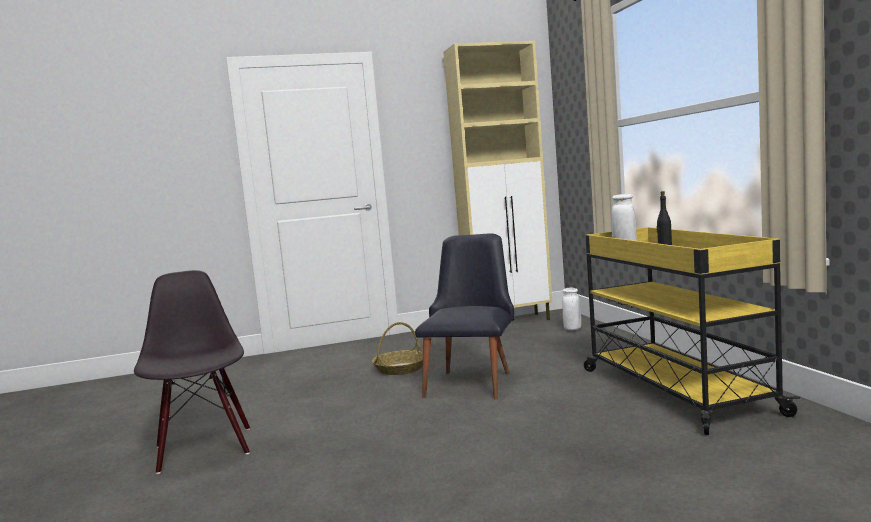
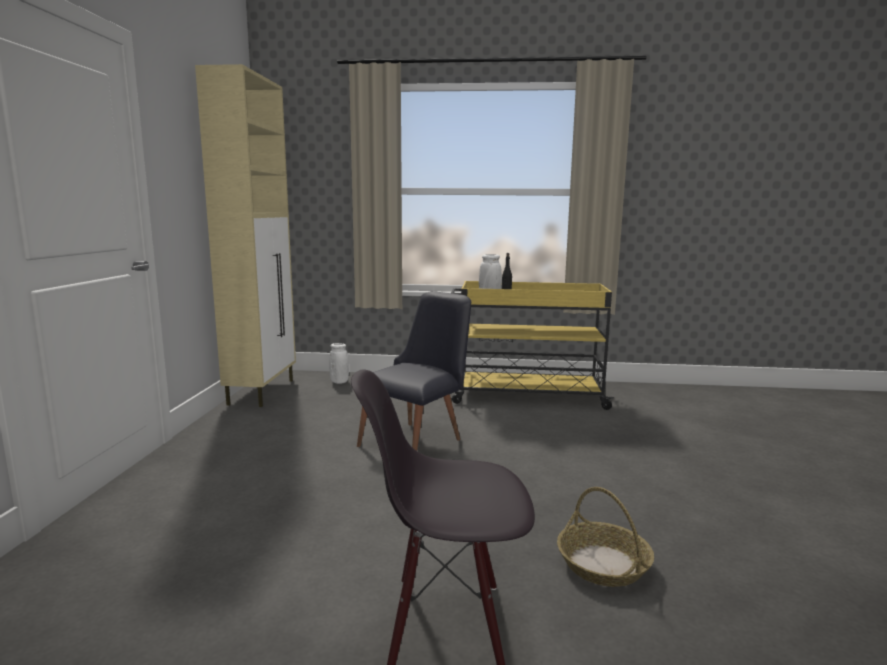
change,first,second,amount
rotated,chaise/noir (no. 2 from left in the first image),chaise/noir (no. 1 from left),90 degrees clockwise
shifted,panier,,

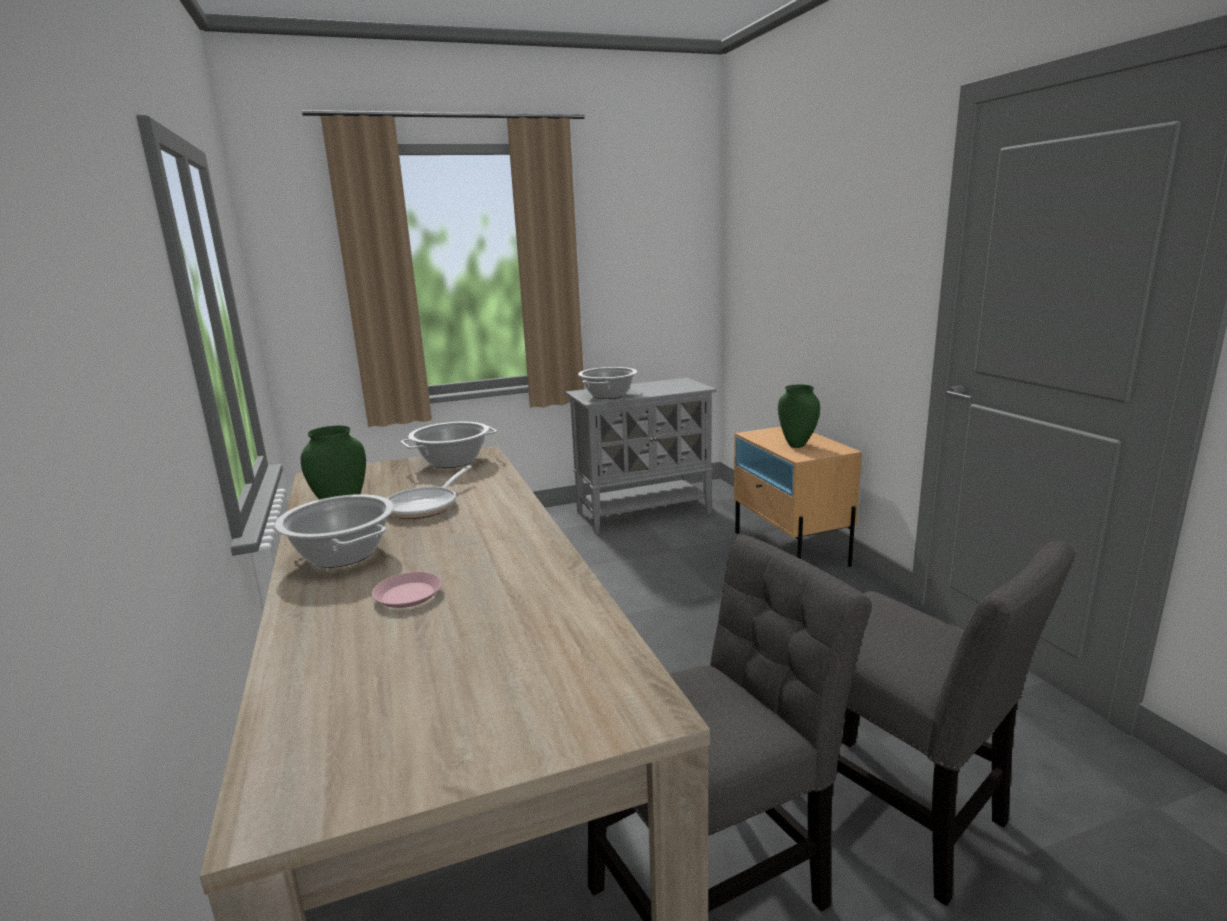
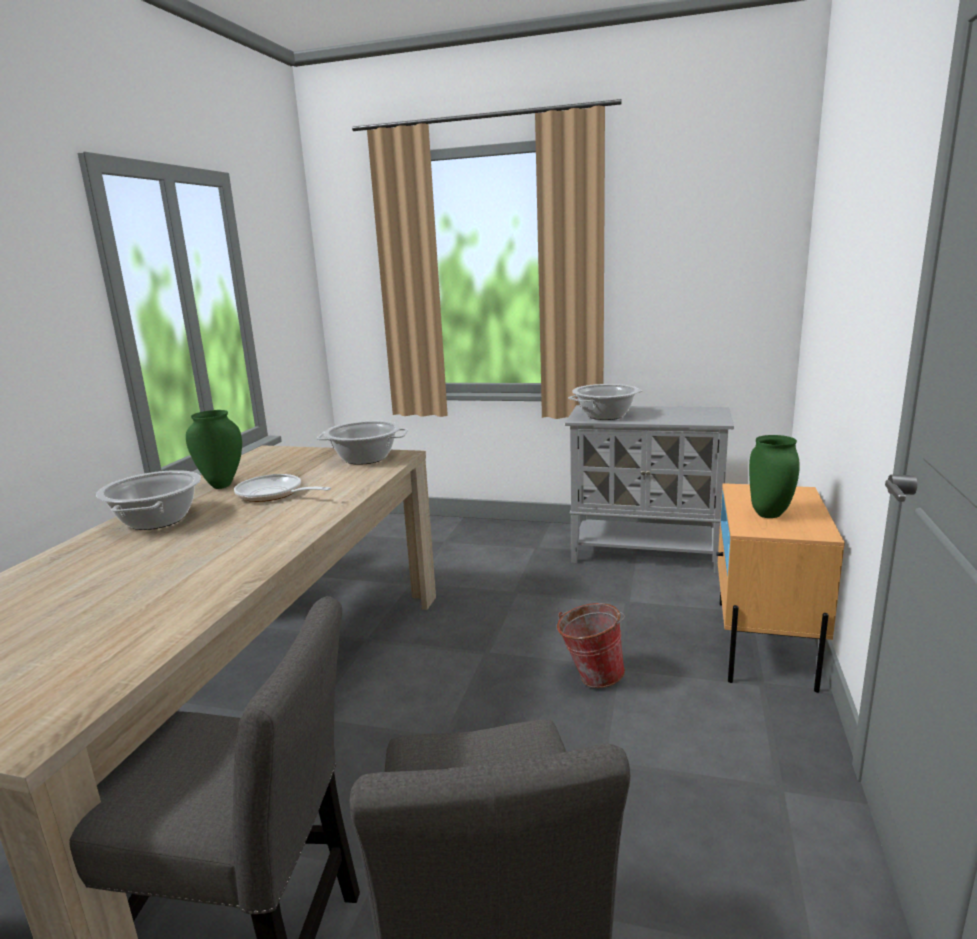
change,first,second,amount
rotated,poêle,,60 degrees clockwise
gone,assiette/rose,,
new,,seau,

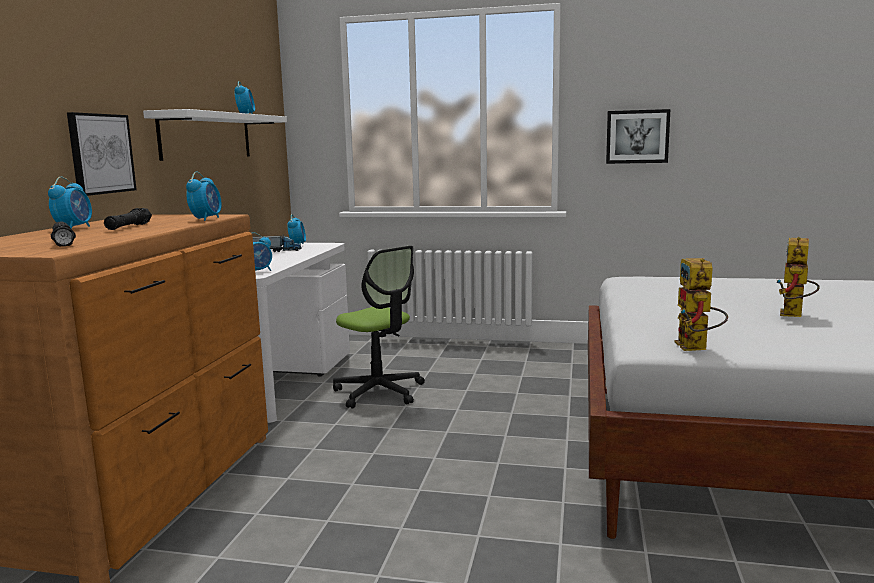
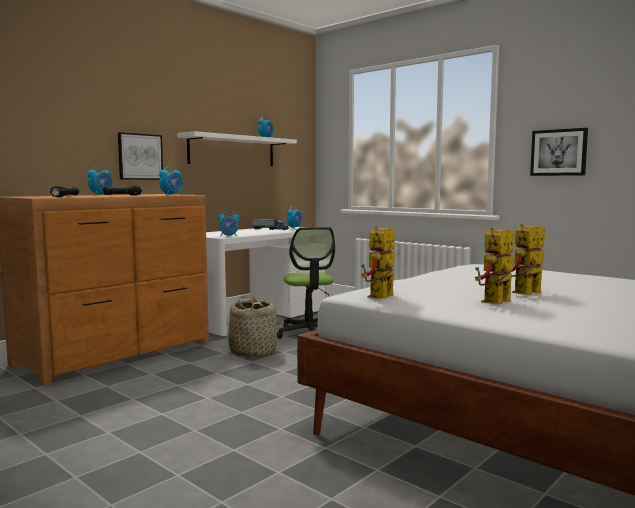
change,first,second,amount
new,,robot jouet (no. 2 from left),
new,,panier,

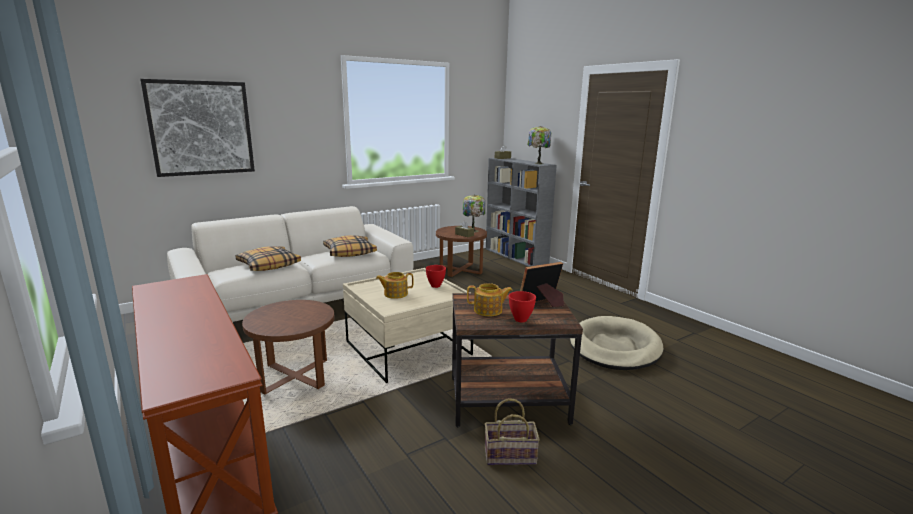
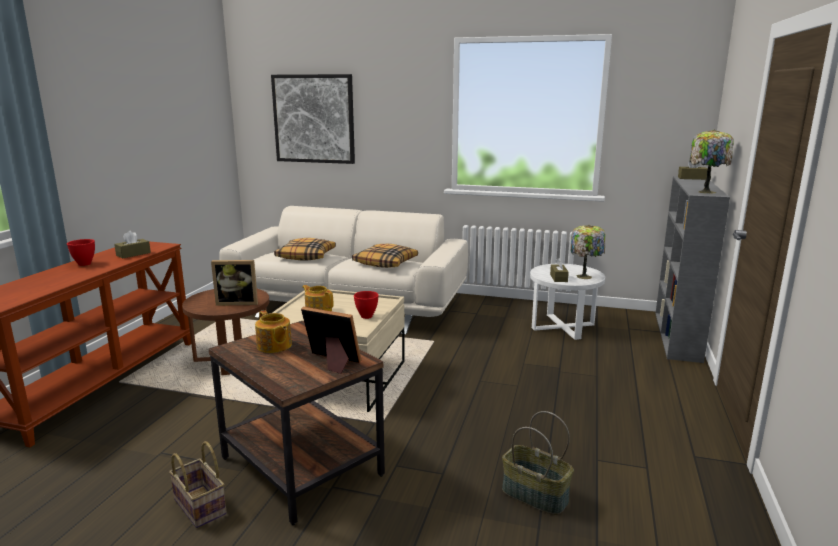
change,first,second,amount
repainted,table d'appoint/marron (no. 2 from left),table d'appoint/blanc,
shifted,bol/rouge (no. 2 from left in the first image),bol/rouge (no. 1 from left),
swapped,panier pour chien/beige,panier (no. 2 from left),
new,,boîte à mouchoirs/marron (no. 1 from left),
new,,cadre photo (no. 1 from left),

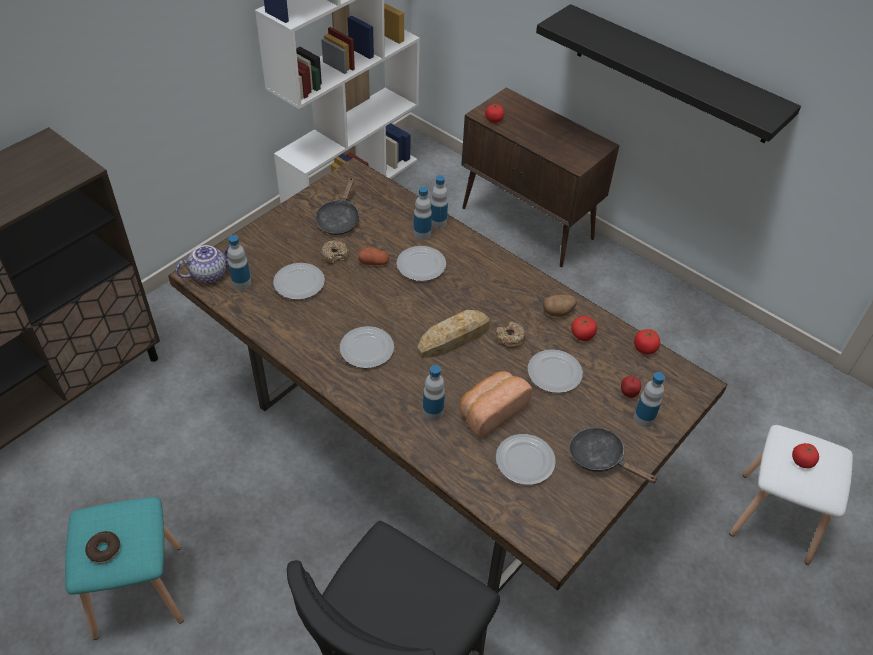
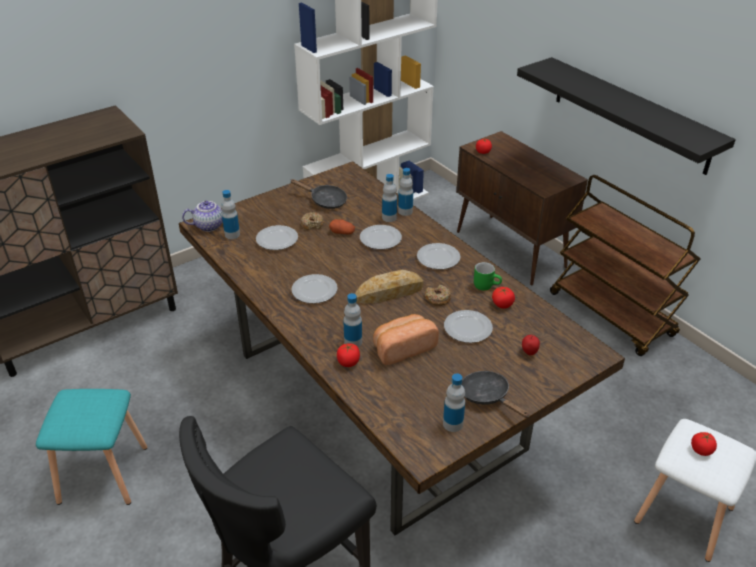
change,first,second,amount
rotated,poêle/noir (no. 1 from left),,90 degrees counterclockwise
swapped,pomme de terre (no. 2 from left),mug/vert,
shifted,tomate (no. 3 from left in the first image),tomate (no. 1 from left),
shifted,bouteille (no. 5 from left),,
shifted,assiette (no. 4 from left),,
gone,beignet (no. 1 from left),,
new,,chariot/marron,

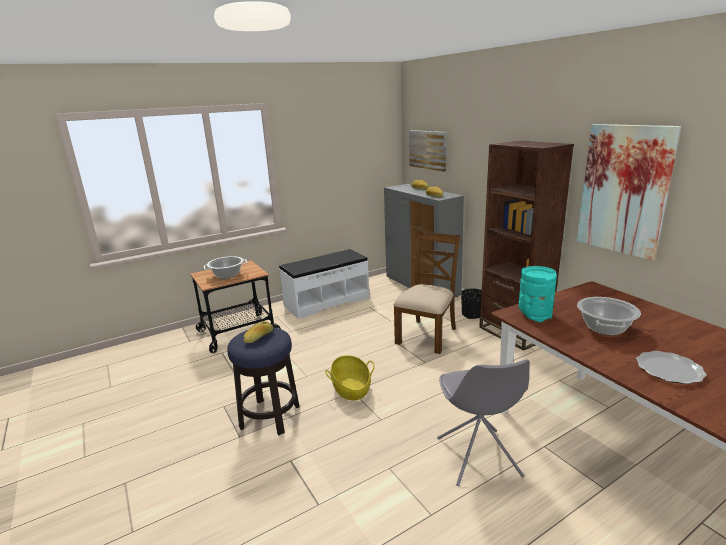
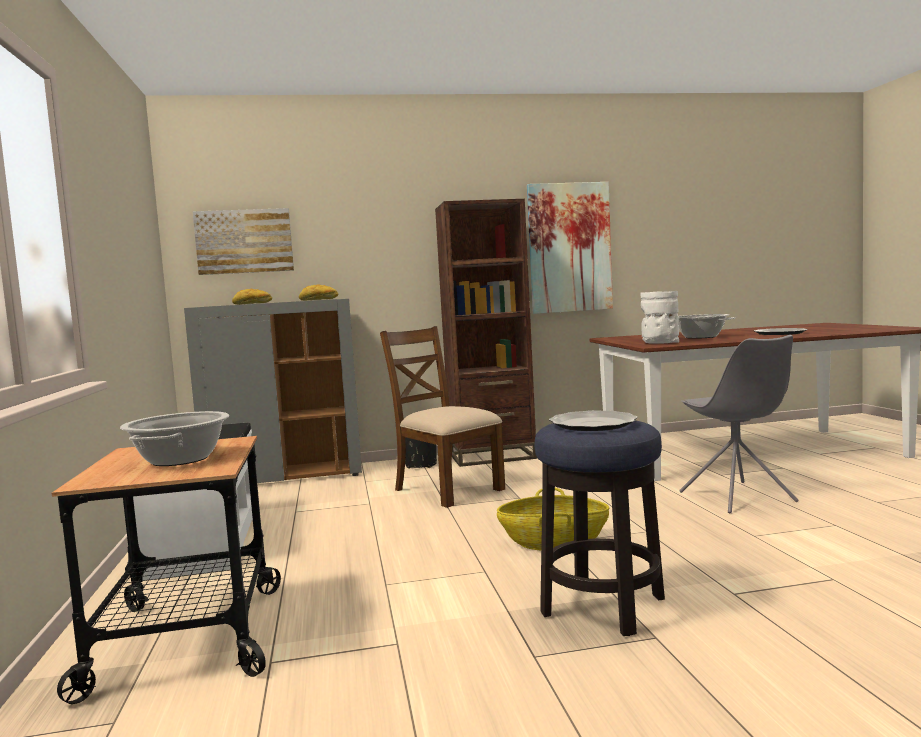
change,first,second,amount
repainted,vase/turquoise,vase/blanc,
swapped,pain (no. 1 from left),assiette (no. 1 from left),
rotated,chaise/gris,,60 degrees clockwise

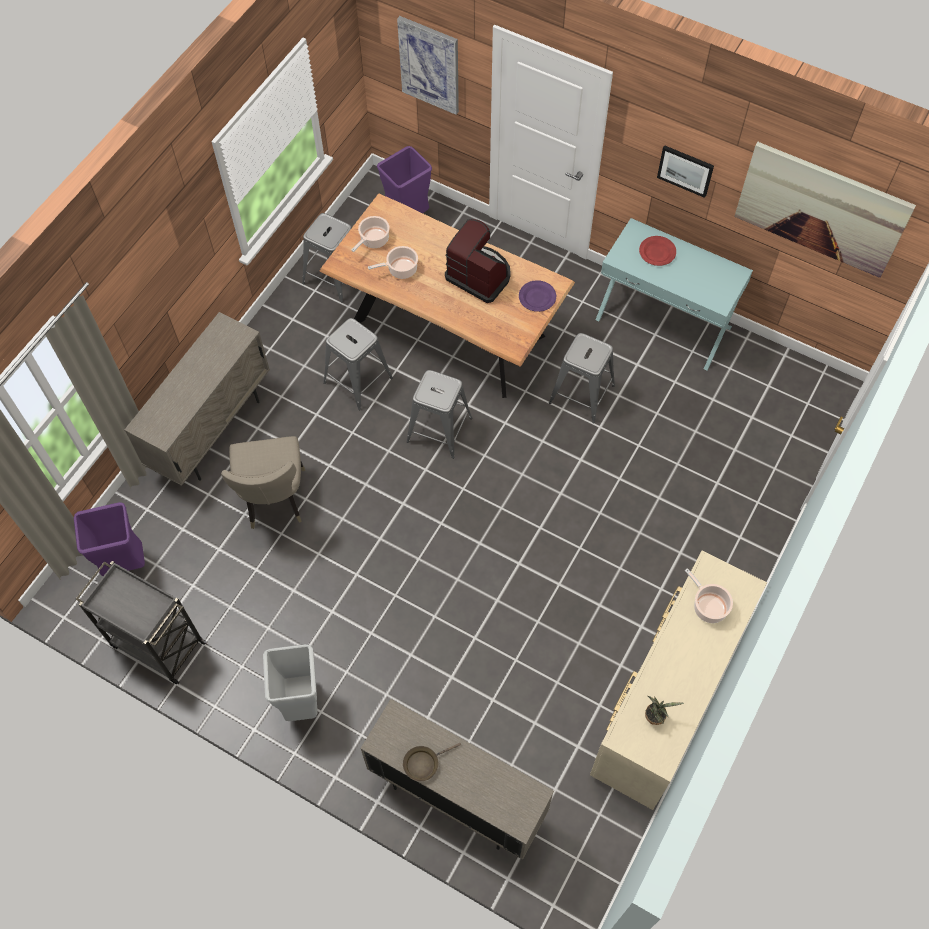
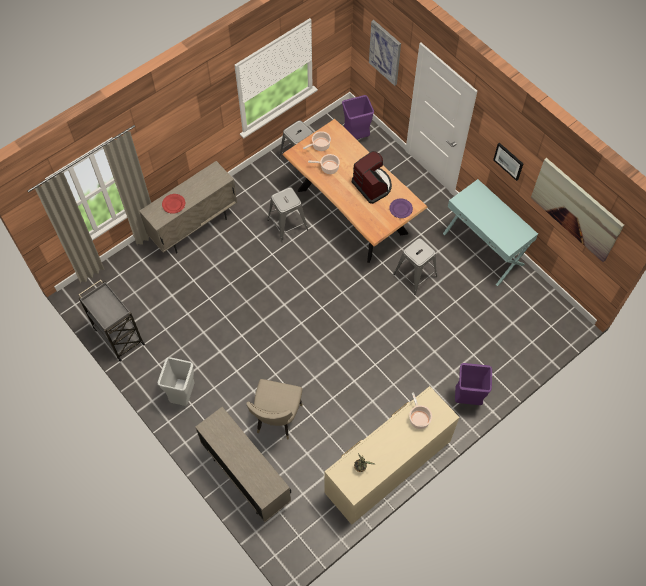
change,first,second,amount
shifted,assiette/rouge,,
gone,tabouret/gris (no. 3 from left),,
shifted,chaise/beige,,
shifted,poubelle/violet (no. 1 from left in the first image),poubelle/violet (no. 2 from left),
gone,poêle/marron,,

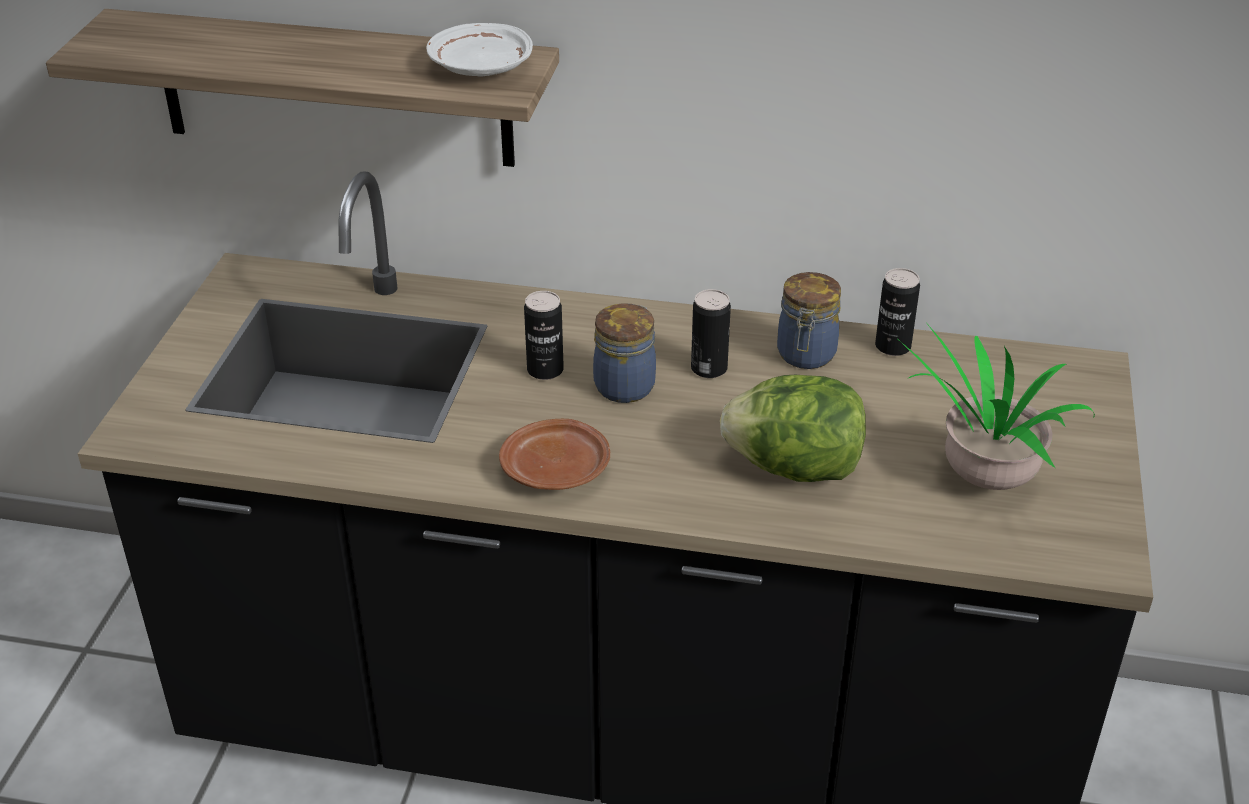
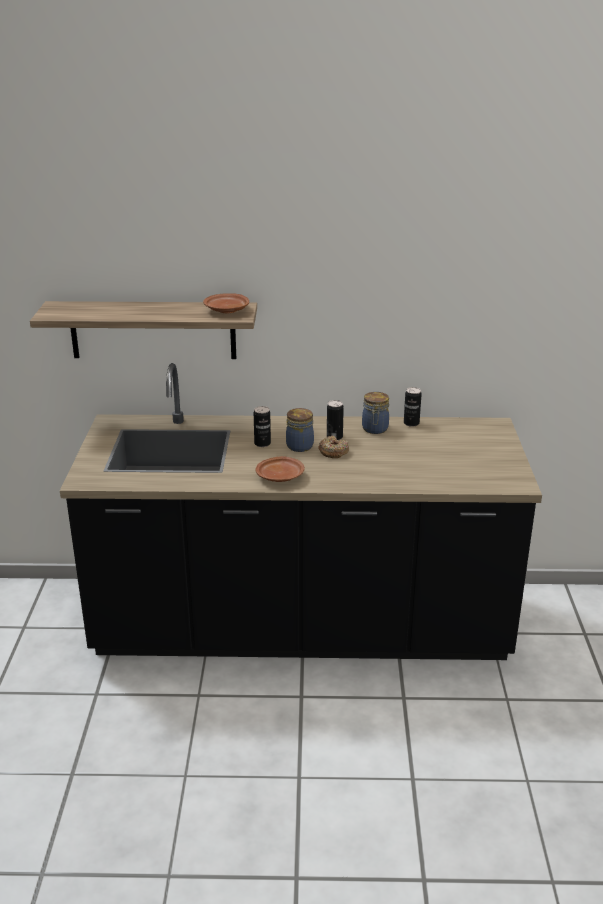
change,first,second,amount
repainted,assiette/blanc,assiette/marron (no. 1 from left),
gone,plante en pot,,
gone,laitue,,
new,,beignet,

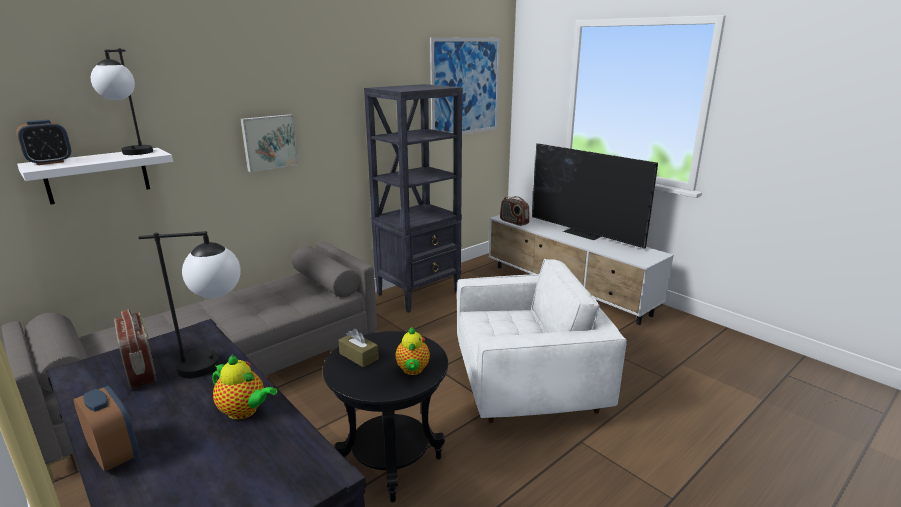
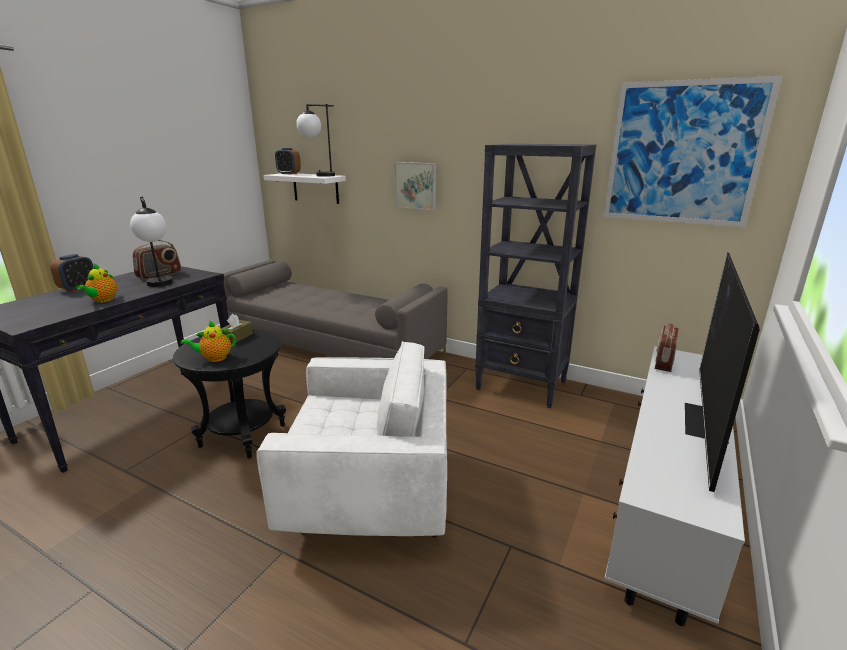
change,first,second,amount
rotated,fauteuil/blanc,,60 degrees counterclockwise

